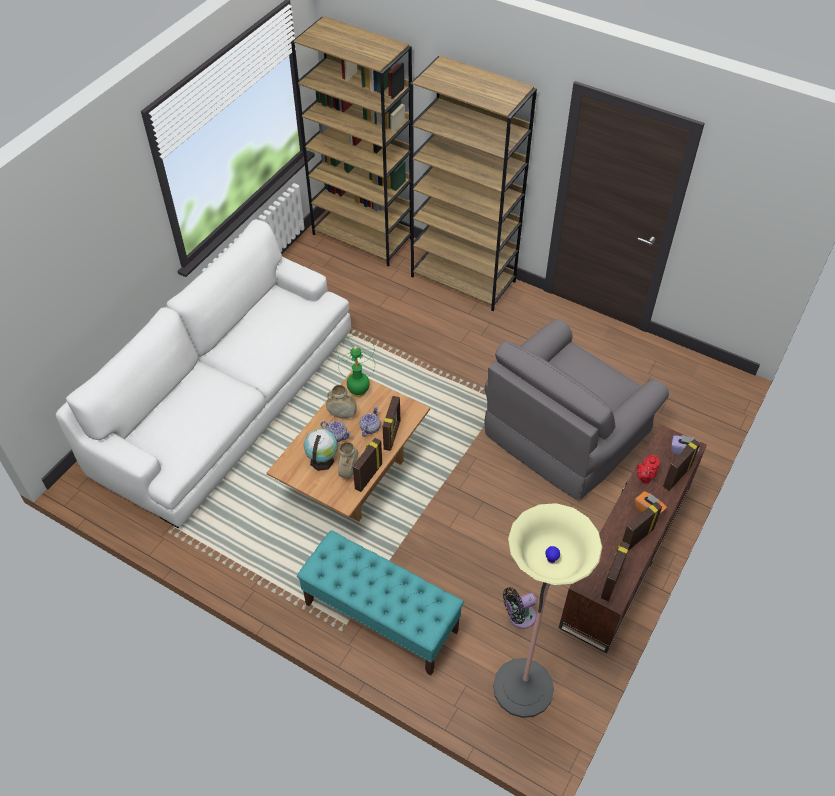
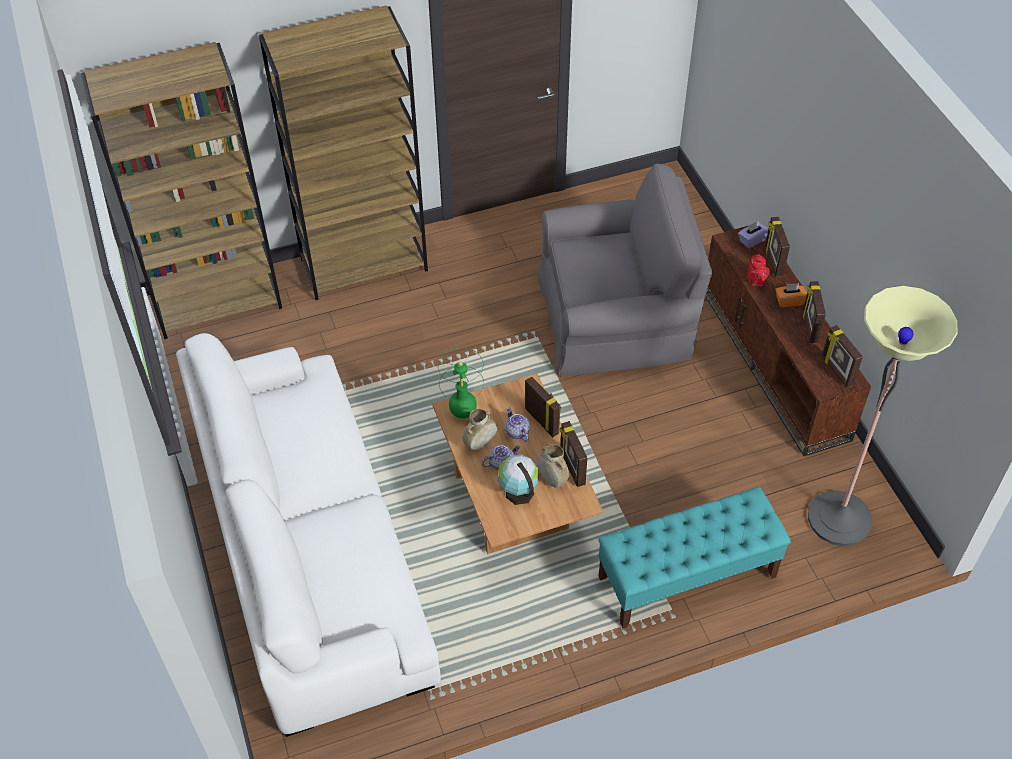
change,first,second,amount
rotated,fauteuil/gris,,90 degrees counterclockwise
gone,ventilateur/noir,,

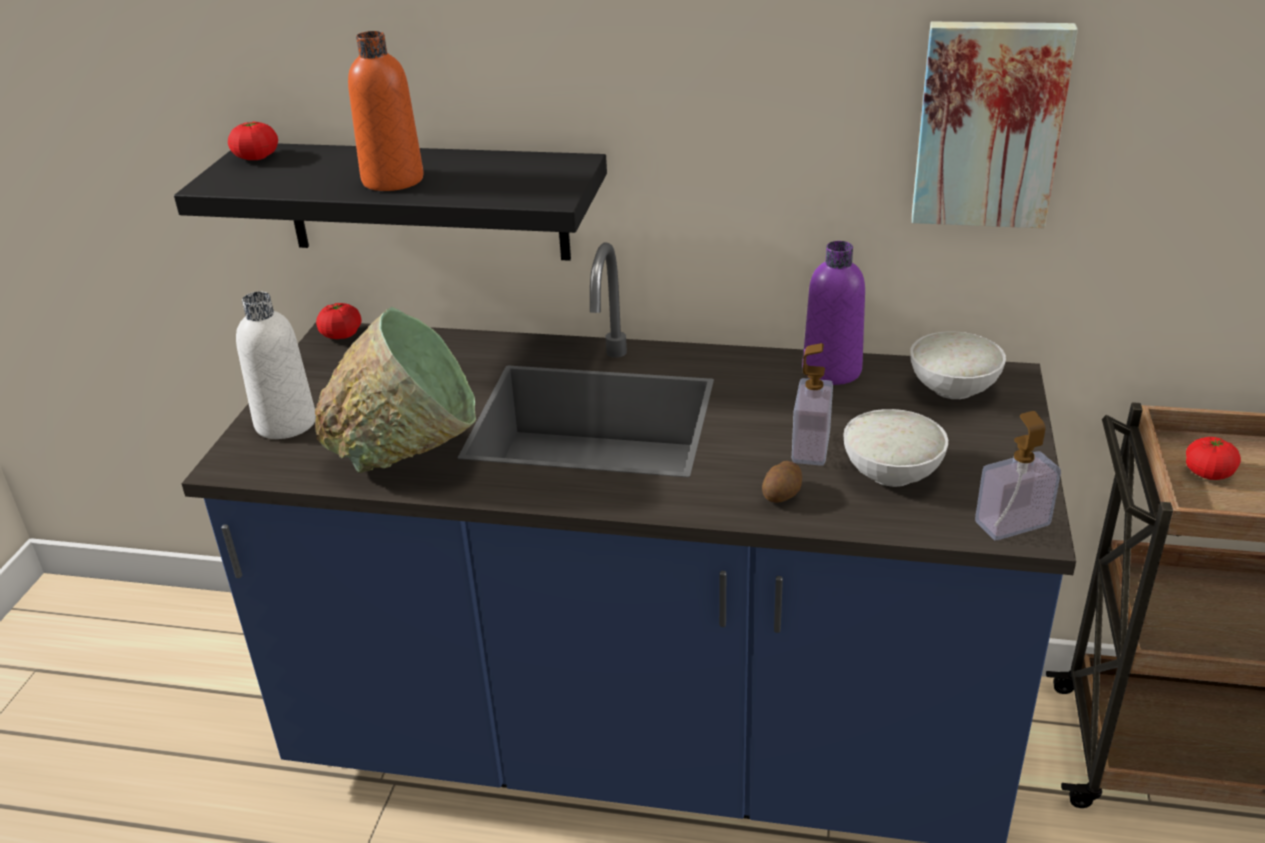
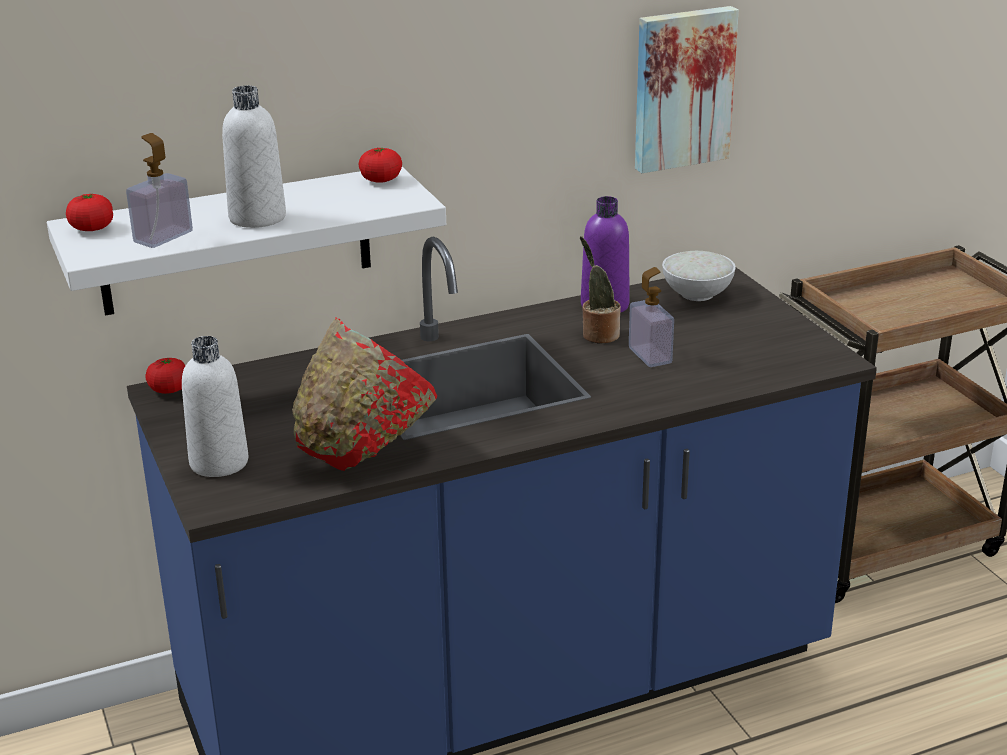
change,first,second,amount
repainted,bouteille/orange,bouteille/blanc (no. 2 from left),
repainted,étagère/noir,étagère/blanc,
repainted,bol/vert,bol/rouge,
gone,bol/blanc (no. 1 from left),,
shifted,distributeur de savon (no. 2 from left in the first image),distributeur de savon (no. 1 from left),
shifted,tomate (no. 3 from left),,
gone,pomme de terre,,
new,,plante en pot,

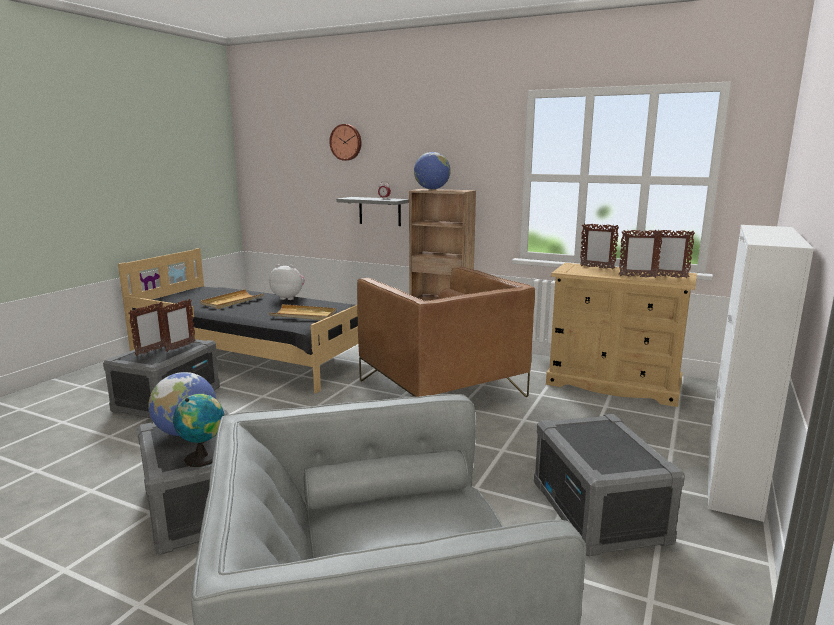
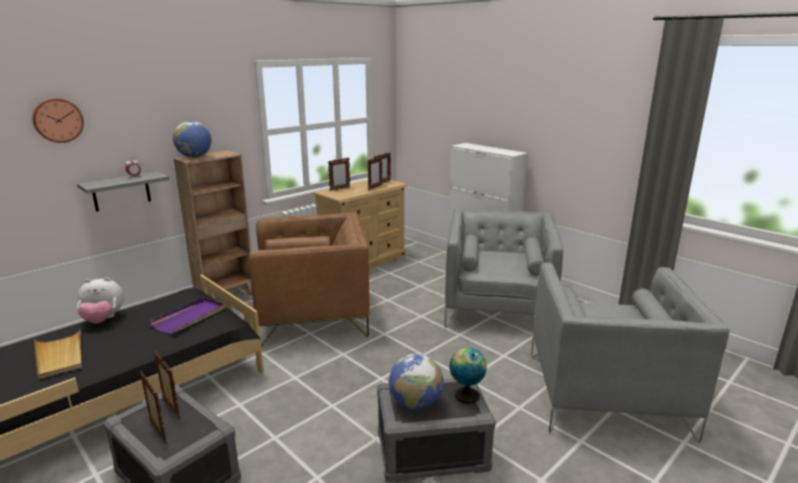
change,first,second,amount
rotated,peluche,,135 degrees counterclockwise
repainted,plateau/beige (no. 2 from left),plateau/violet,
swapped,boîte de rangement/gris (no. 3 from left),fauteuil/gris (no. 1 from left),

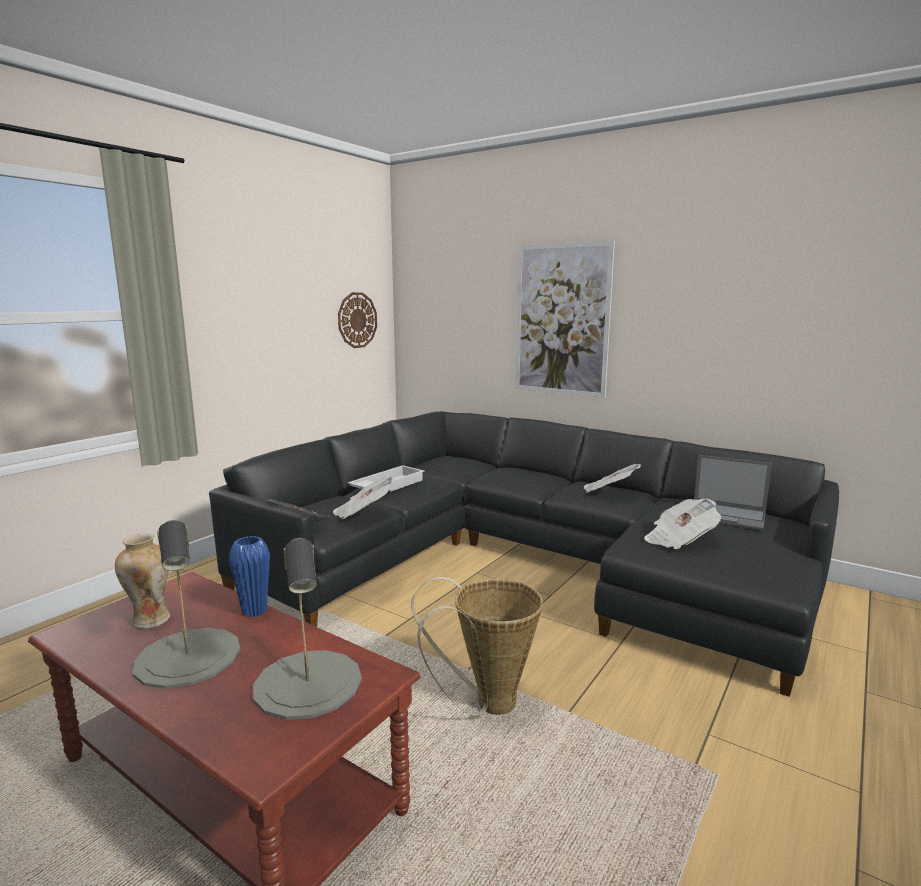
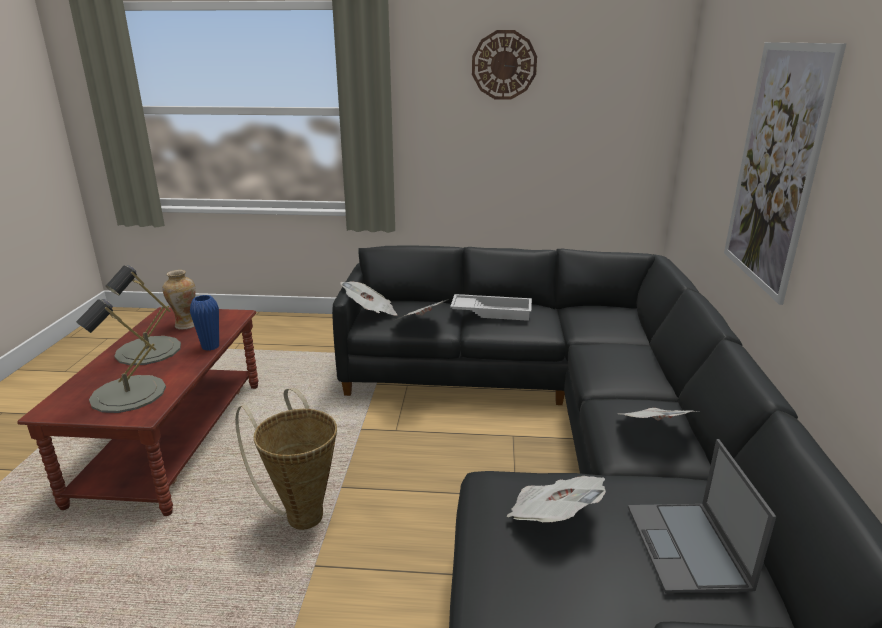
change,first,second,amount
shifted,horloge murale,,

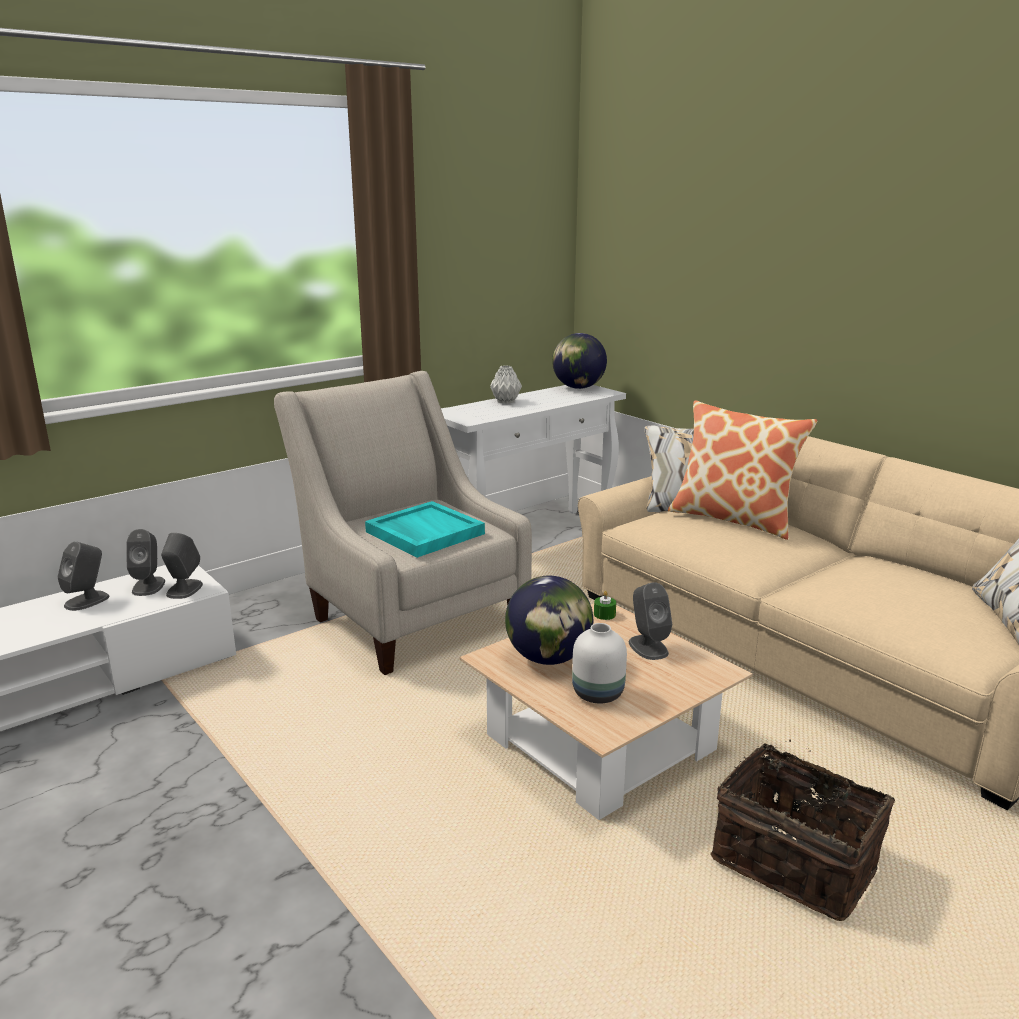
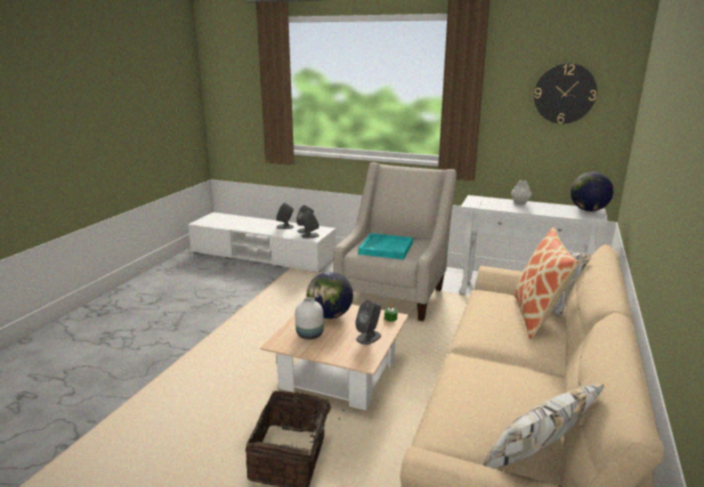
change,first,second,amount
new,,horloge murale,

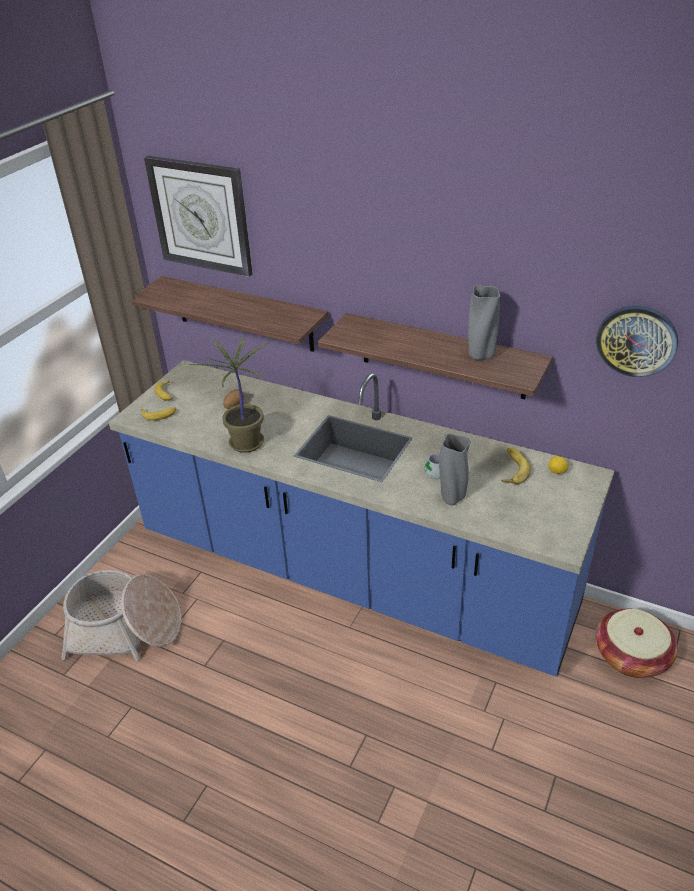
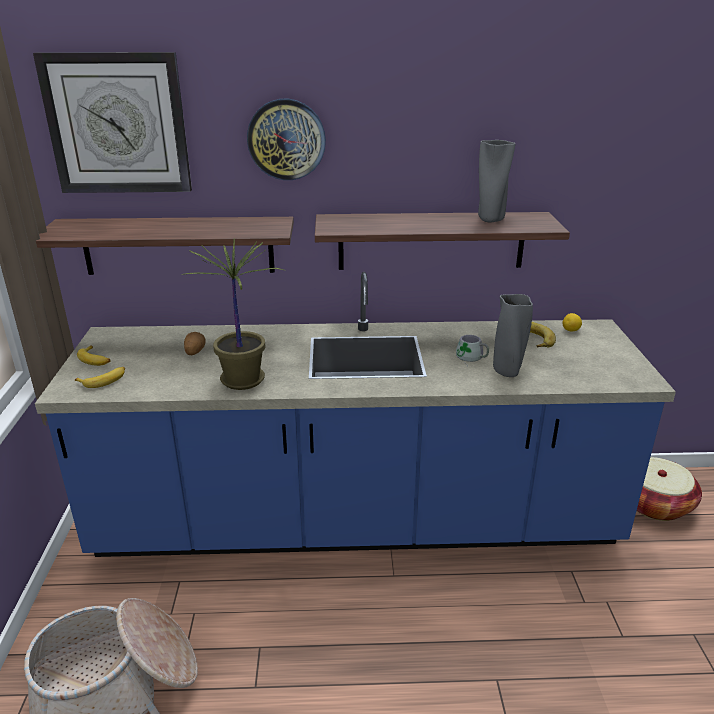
change,first,second,amount
shifted,horloge murale (no. 2 from left),,

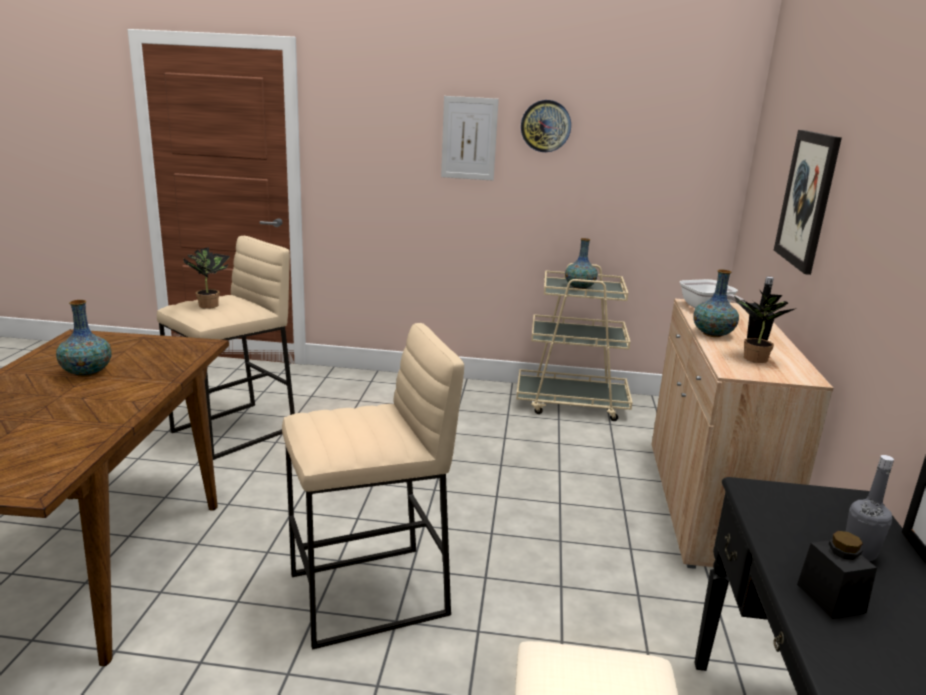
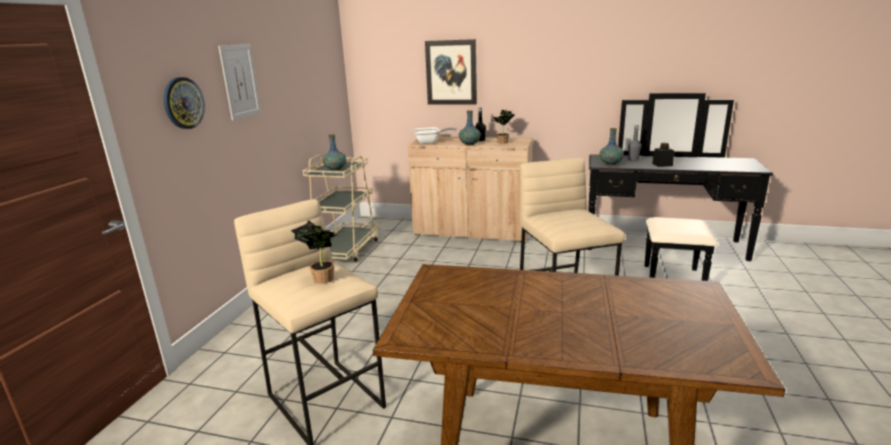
change,first,second,amount
shifted,horloge murale,,
shifted,vase (no. 1 from left in the first image),vase (no. 3 from left),

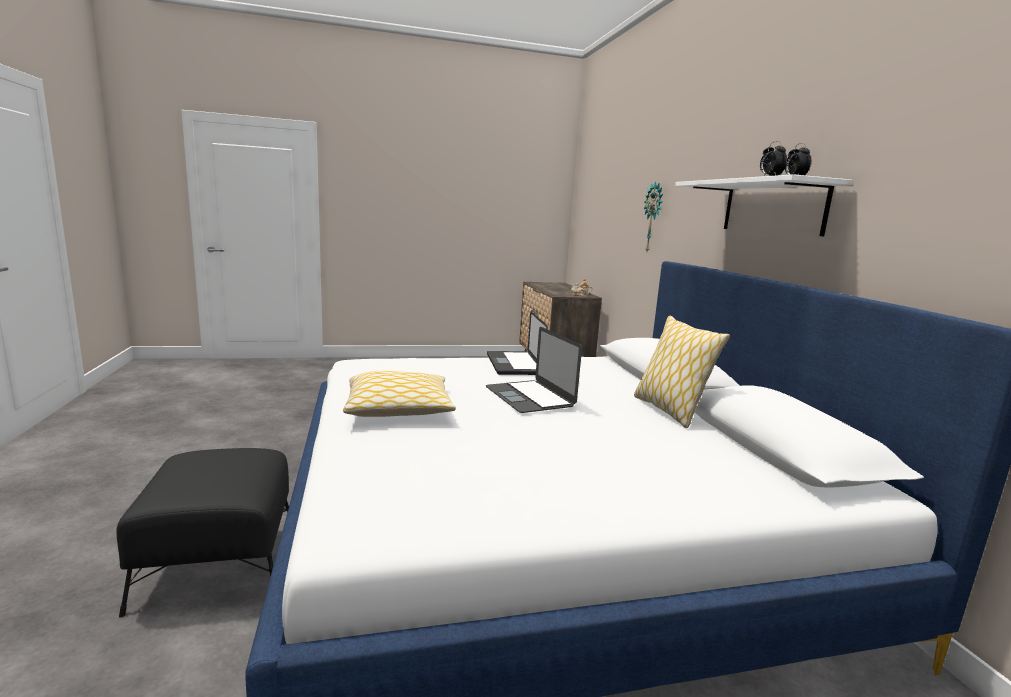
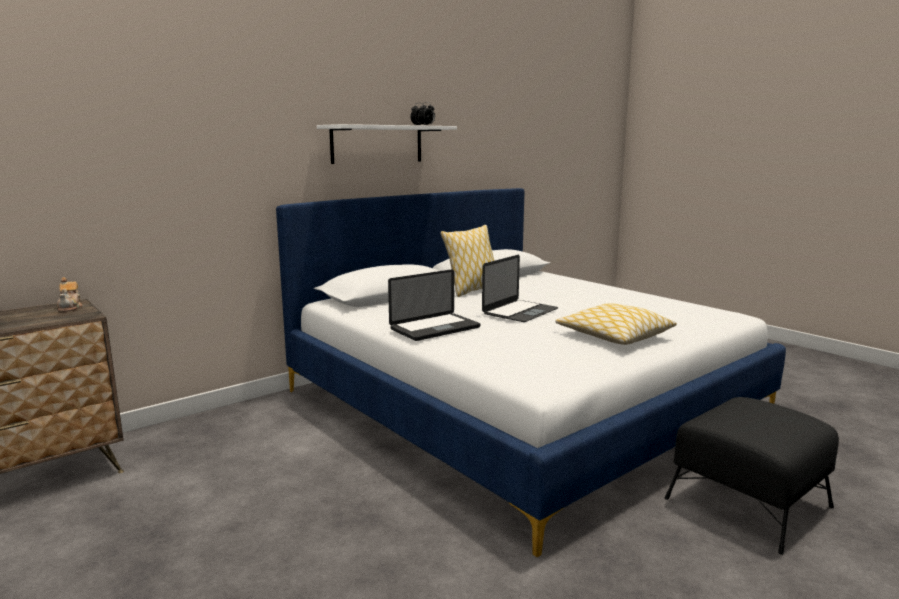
change,first,second,amount
gone,horloge murale,,

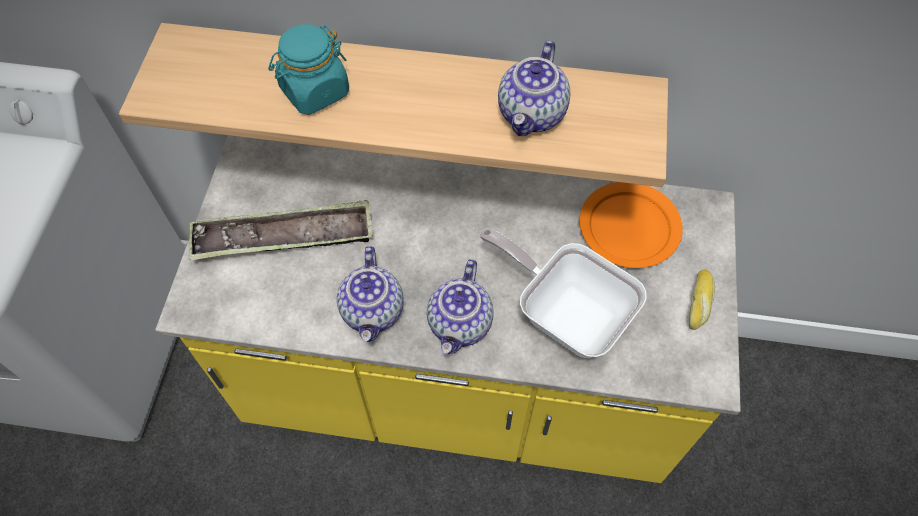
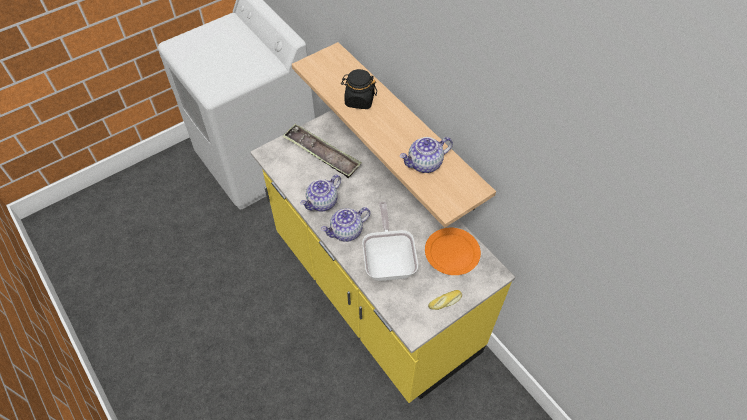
change,first,second,amount
repainted,bocal/turquoise,bocal/noir,

